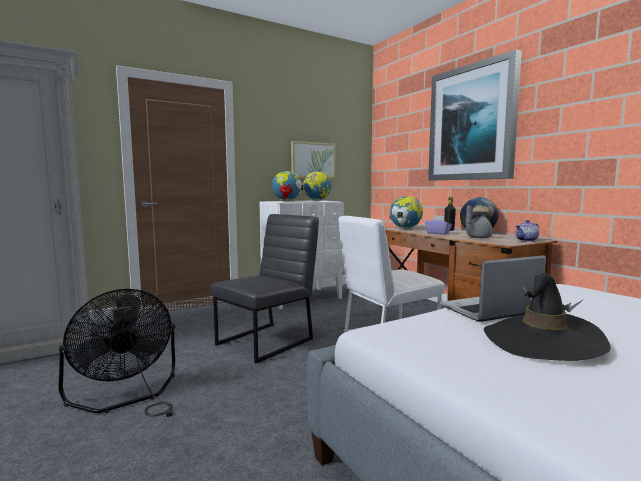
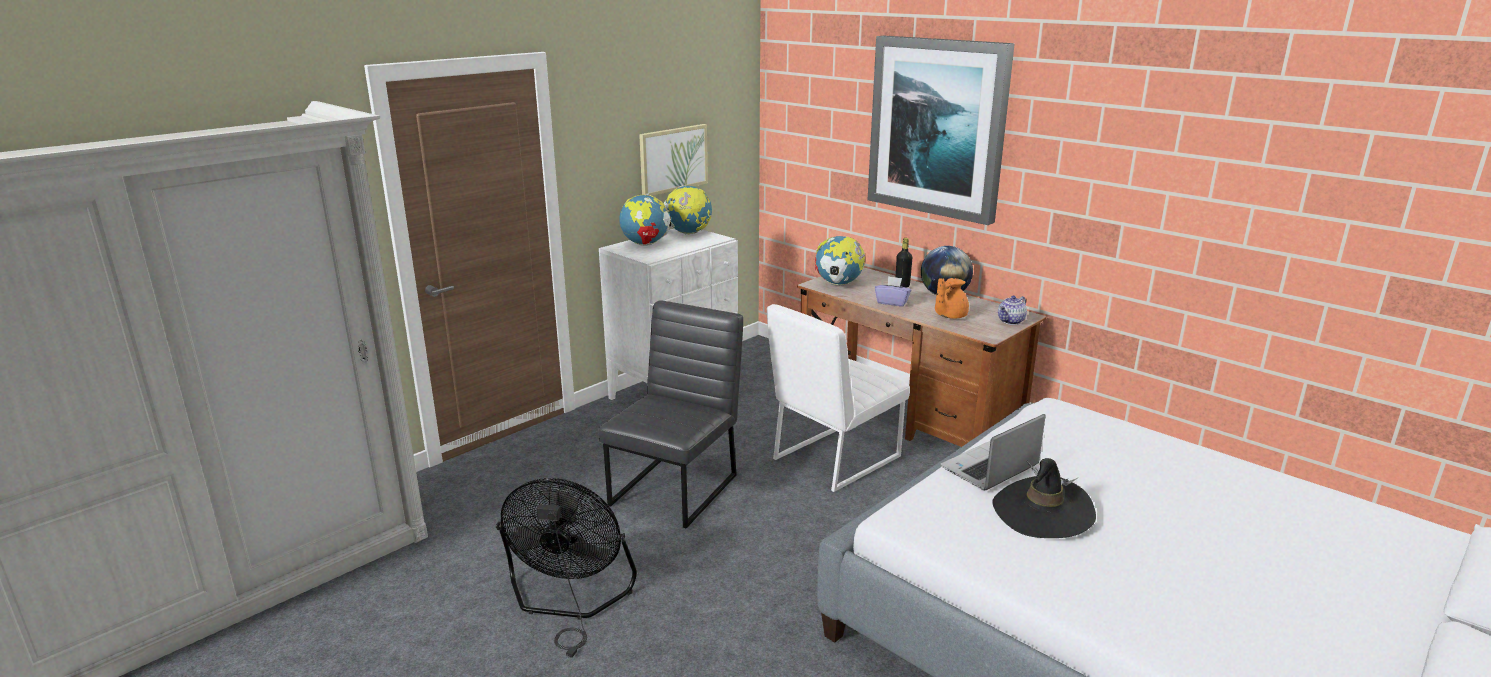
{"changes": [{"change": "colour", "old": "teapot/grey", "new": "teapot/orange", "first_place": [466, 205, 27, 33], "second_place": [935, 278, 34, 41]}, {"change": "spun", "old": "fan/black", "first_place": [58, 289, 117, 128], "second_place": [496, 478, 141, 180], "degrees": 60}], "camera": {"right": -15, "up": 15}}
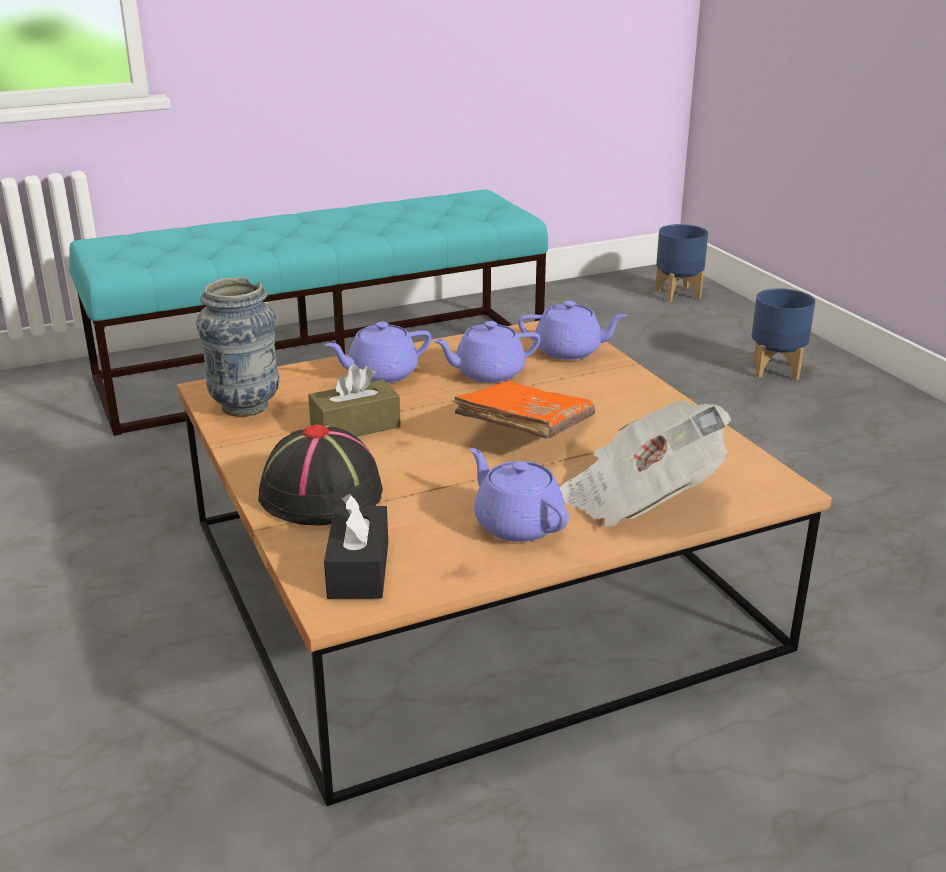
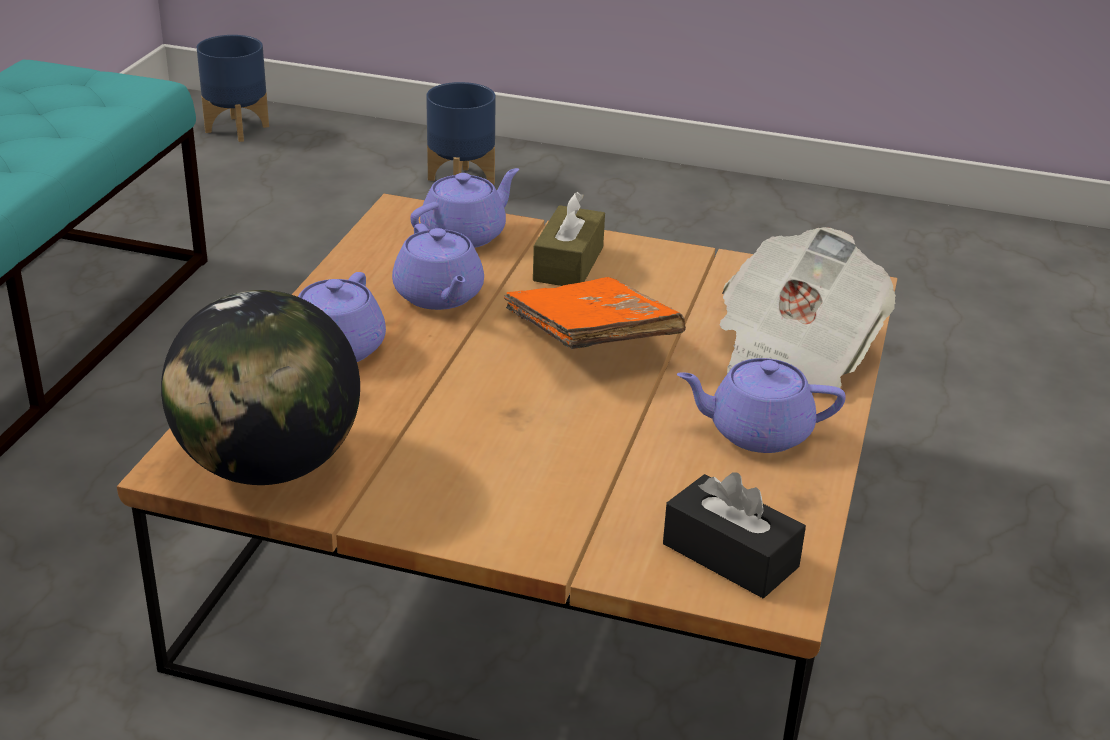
{"changes": [{"change": "missing", "old": "hat/black", "first_place": [258, 424, 125, 102]}, {"change": "relocated", "old": "box of tissues/brownish", "first_place": [308, 364, 93, 73], "second_place": [533, 192, 72, 94]}, {"change": "exchanged", "old": "flower vase", "new": "world globe", "first_place": [196, 277, 83, 140], "second_place": [161, 290, 199, 195]}, {"change": "spun", "old": "teapot/purple", "first_place": [432, 321, 108, 62], "second_place": [392, 223, 92, 87], "degrees": -45}], "camera": {"right": -50, "up": 5}}
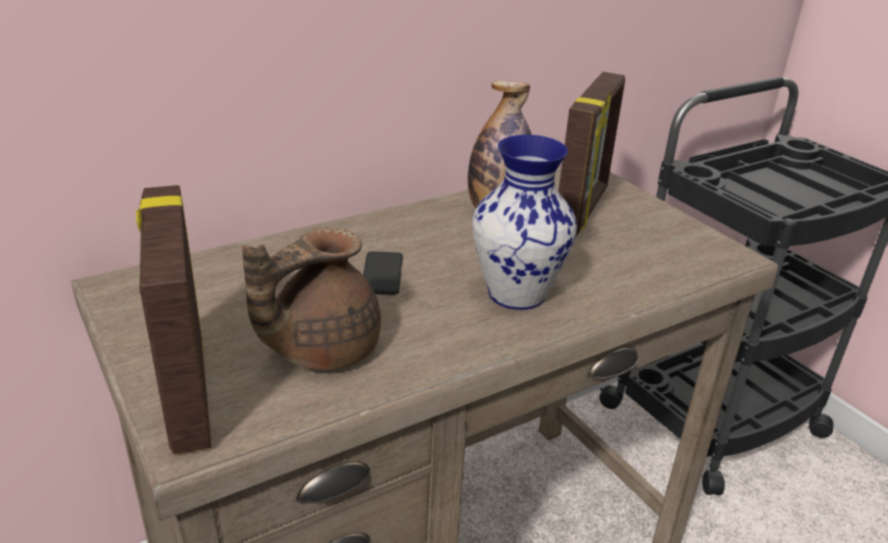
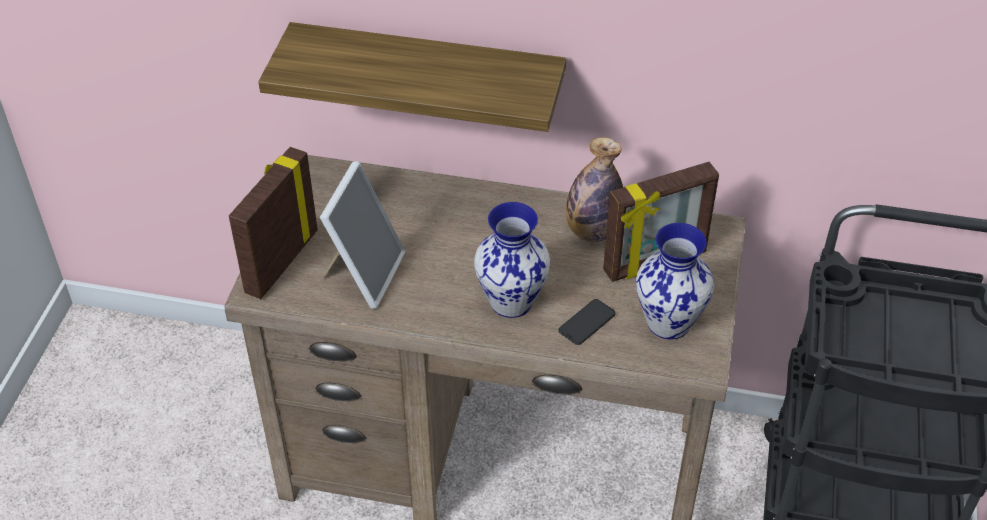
{"changes": [{"change": "appeared", "new": "bracket shelf", "second_place": [258, 22, 308, 110]}, {"change": "appeared", "new": "flower vase", "second_place": [636, 223, 78, 117]}, {"change": "relocated", "old": "phone", "first_place": [363, 251, 40, 44], "second_place": [558, 299, 58, 46]}, {"change": "exchanged", "old": "teapot/brownish", "new": "picture frame", "first_place": [242, 227, 139, 143], "second_place": [320, 161, 85, 148]}], "camera": {"right": 45, "up": 15}}
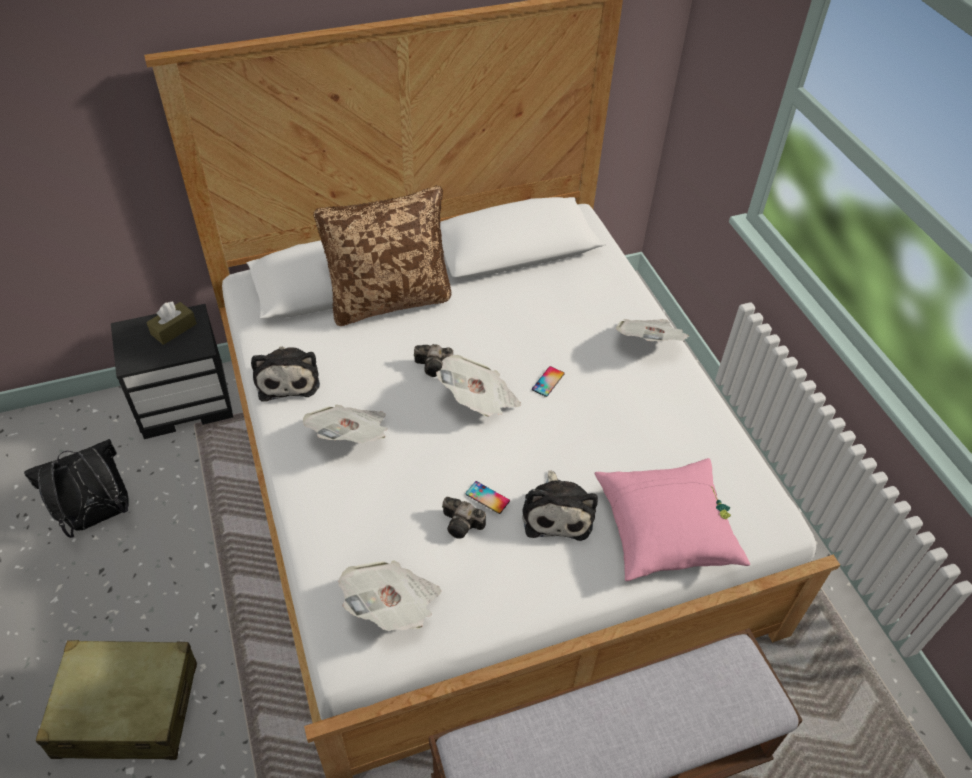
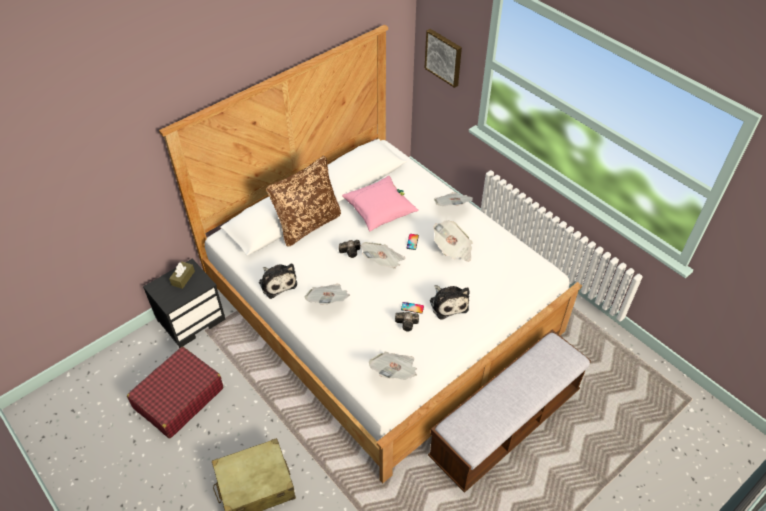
{"changes": [{"change": "appeared", "new": "wall picture", "second_place": [425, 29, 37, 59]}, {"change": "appeared", "new": "newspaper", "second_place": [433, 220, 40, 42]}, {"change": "relocated", "old": "cushion/pink", "first_place": [595, 458, 155, 123], "second_place": [342, 175, 77, 57]}, {"change": "exchanged", "old": "backpack/black", "new": "travel case/red", "first_place": [24, 439, 105, 99], "second_place": [127, 347, 96, 91]}], "camera": {"right": -20, "up": 0}}
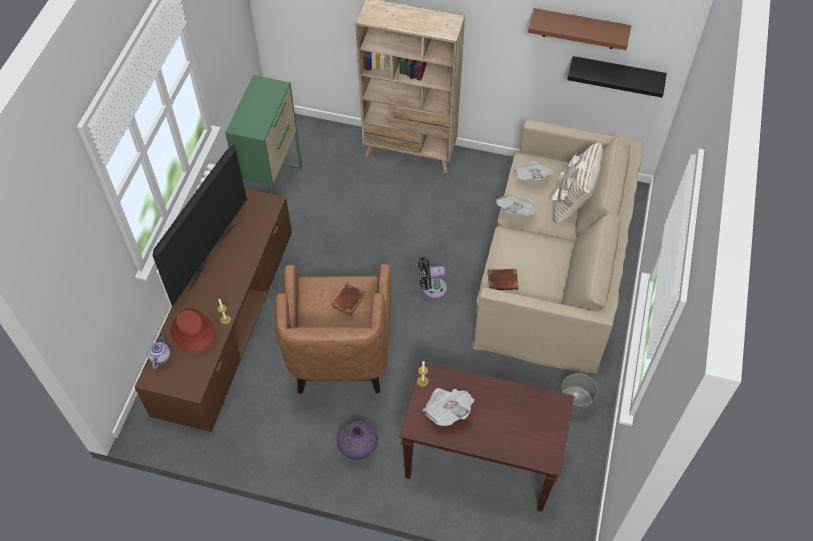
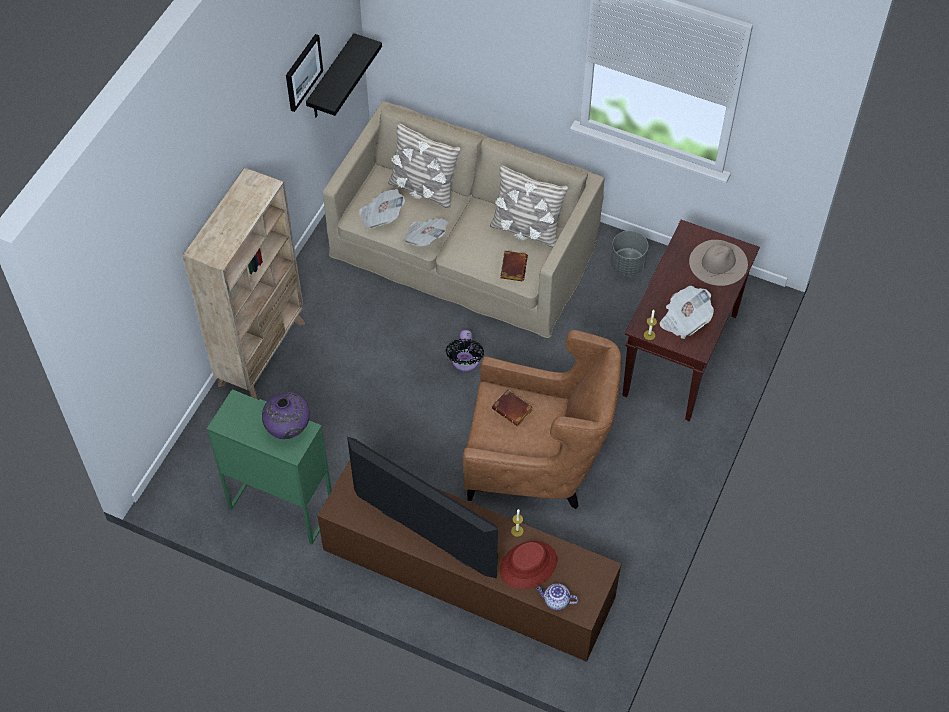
{"changes": [{"change": "appeared", "new": "cushion/beige", "second_place": [490, 165, 78, 83]}, {"change": "appeared", "new": "hat/beige", "second_place": [689, 240, 59, 46]}, {"change": "relocated", "old": "flower vase/purple", "first_place": [337, 421, 41, 39], "second_place": [262, 392, 48, 47]}, {"change": "exchanged", "old": "bracket shelf/brownish", "new": "wall picture", "first_place": [528, 8, 103, 42], "second_place": [286, 34, 37, 78]}], "camera": {"right": -80, "up": 0}}
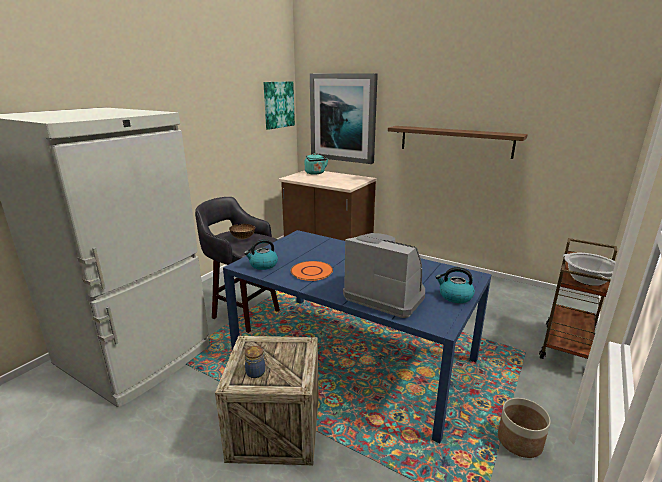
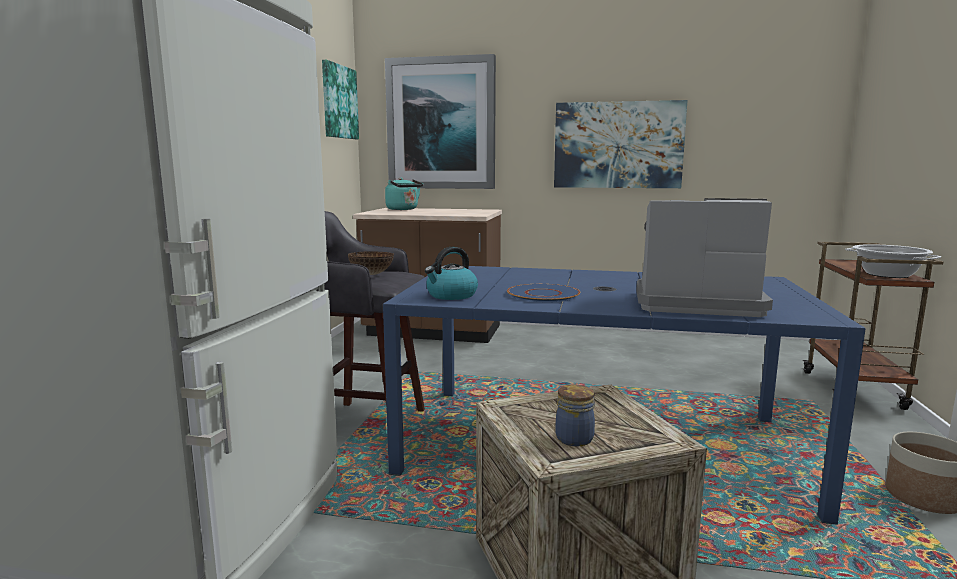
{"changes": [{"change": "missing", "old": "kettle", "first_place": [436, 267, 39, 36]}, {"change": "exchanged", "old": "bracket shelf/brownish", "new": "wall picture", "first_place": [388, 126, 140, 33], "second_place": [554, 100, 134, 88]}, {"change": "colour", "old": "flat dish/orange", "new": "flat dish/blue-coloured", "first_place": [291, 261, 42, 20], "second_place": [507, 284, 73, 18]}], "camera": {"right": -20, "up": -10}}
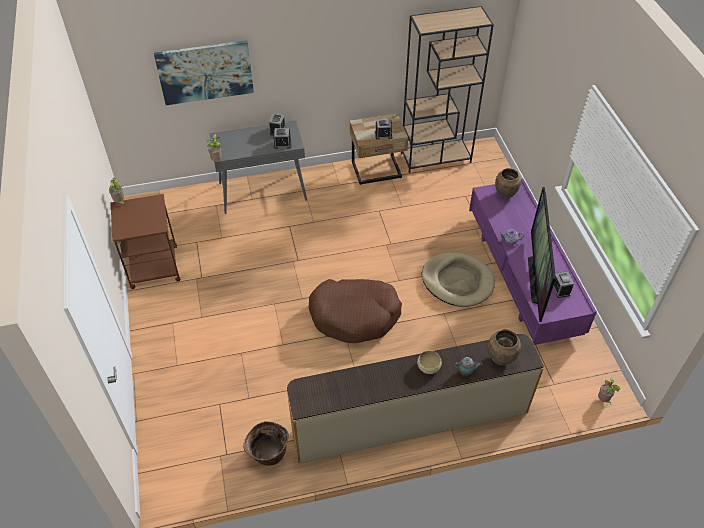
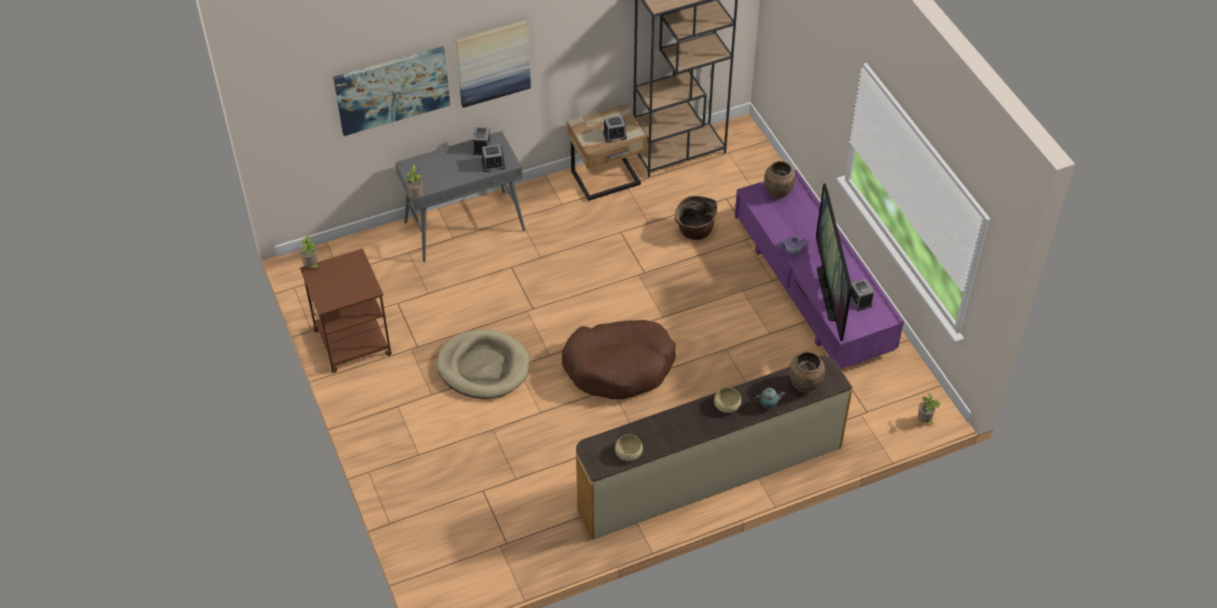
{"changes": [{"change": "appeared", "new": "wall picture", "second_place": [455, 20, 76, 88]}, {"change": "appeared", "new": "bowl/beige", "second_place": [615, 435, 28, 26]}, {"change": "relocated", "old": "storage basket", "first_place": [243, 421, 46, 45], "second_place": [675, 196, 42, 44]}, {"change": "relocated", "old": "dog cushion/beige", "first_place": [422, 252, 73, 55], "second_place": [436, 329, 93, 70]}], "camera": {"right": -10, "up": 0}}
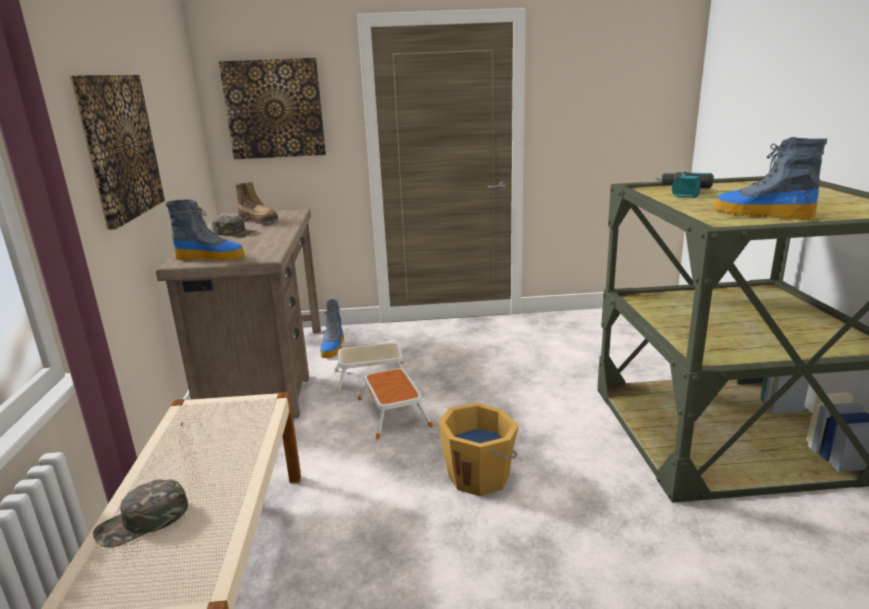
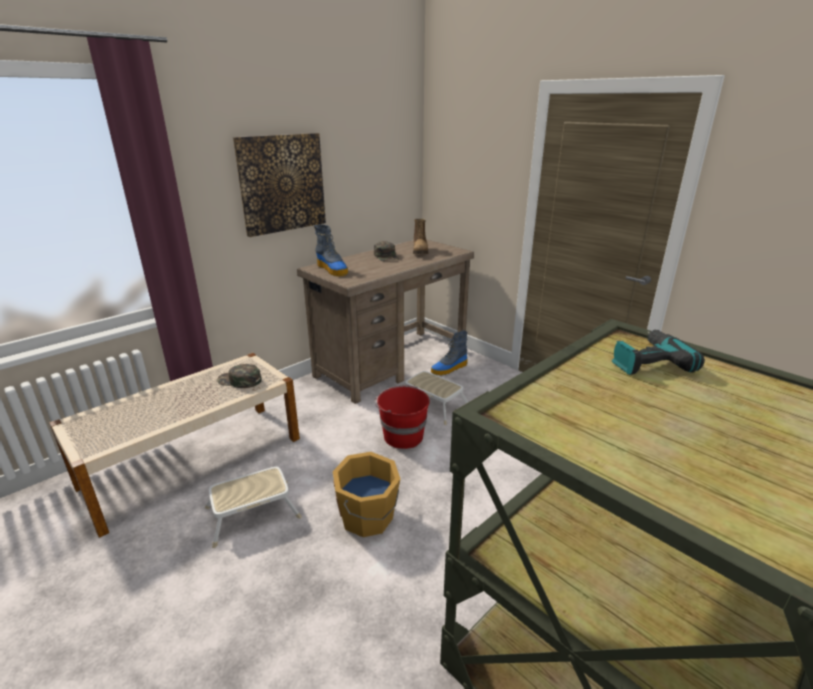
{"changes": [{"change": "missing", "old": "wall picture", "first_place": [219, 58, 107, 101]}, {"change": "missing", "old": "high-top boot", "first_place": [715, 137, 112, 83]}, {"change": "appeared", "new": "stepladder/beige", "second_place": [205, 467, 97, 81]}, {"change": "relocated", "old": "cap/green", "first_place": [93, 479, 95, 69], "second_place": [217, 364, 45, 24]}, {"change": "exchanged", "old": "stepladder/orange", "new": "bucket/red", "first_place": [357, 368, 77, 71], "second_place": [375, 386, 55, 63]}], "camera": {"right": 50, "up": 5}}
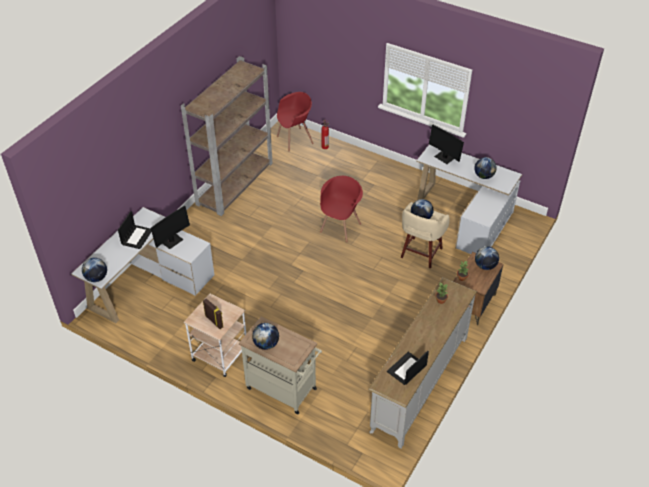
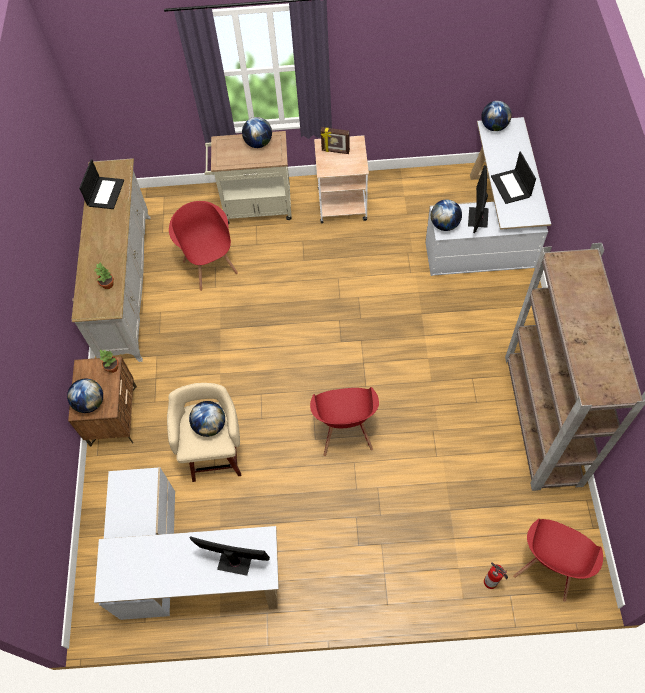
{"changes": [{"change": "appeared", "new": "chair/red", "second_place": [169, 201, 69, 90]}, {"change": "relocated", "old": "world globe", "first_place": [474, 157, 23, 22], "second_place": [431, 199, 31, 32]}], "camera": {"right": 150, "up": 15}}
